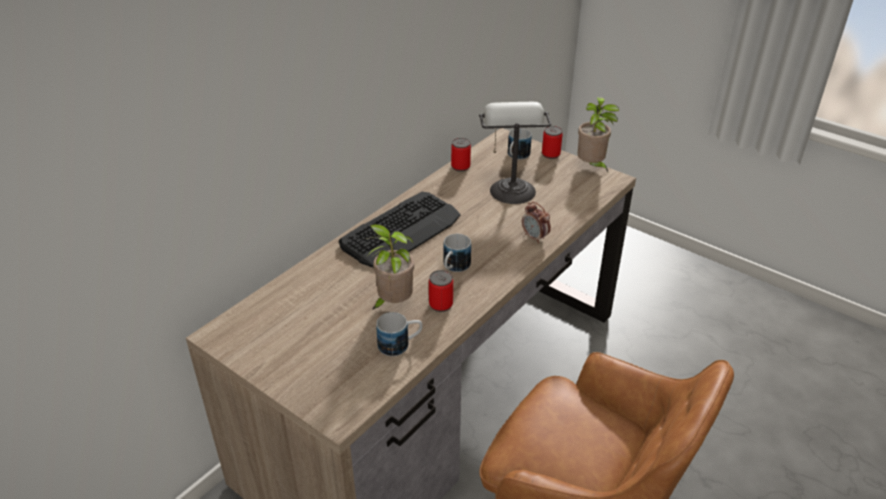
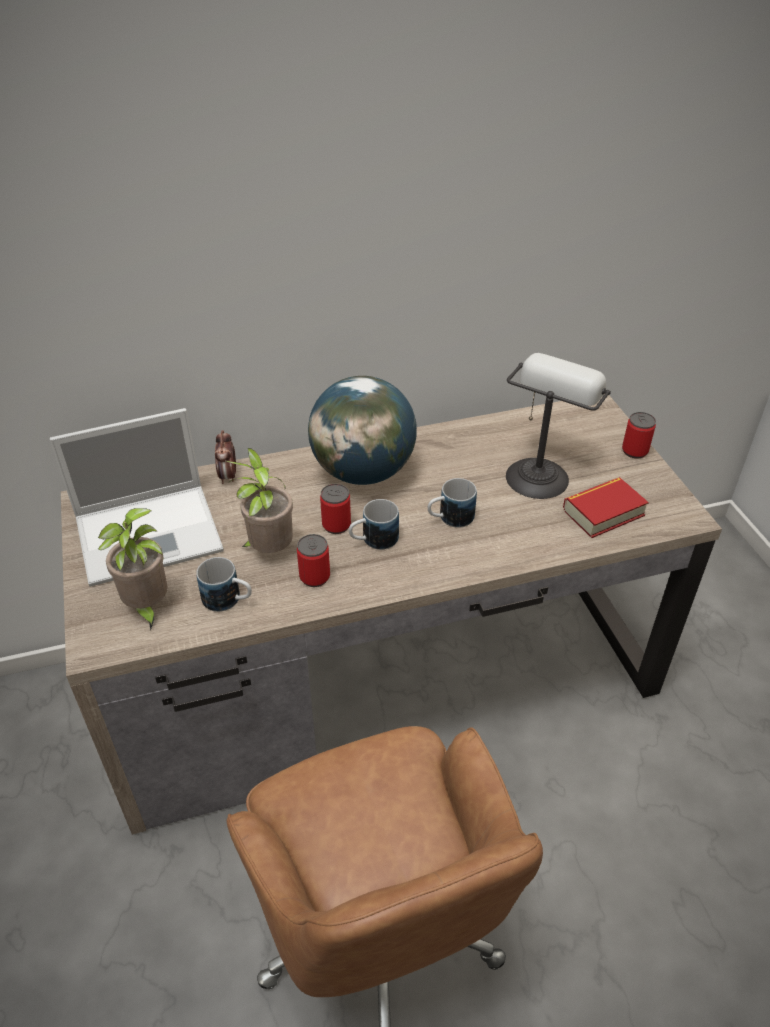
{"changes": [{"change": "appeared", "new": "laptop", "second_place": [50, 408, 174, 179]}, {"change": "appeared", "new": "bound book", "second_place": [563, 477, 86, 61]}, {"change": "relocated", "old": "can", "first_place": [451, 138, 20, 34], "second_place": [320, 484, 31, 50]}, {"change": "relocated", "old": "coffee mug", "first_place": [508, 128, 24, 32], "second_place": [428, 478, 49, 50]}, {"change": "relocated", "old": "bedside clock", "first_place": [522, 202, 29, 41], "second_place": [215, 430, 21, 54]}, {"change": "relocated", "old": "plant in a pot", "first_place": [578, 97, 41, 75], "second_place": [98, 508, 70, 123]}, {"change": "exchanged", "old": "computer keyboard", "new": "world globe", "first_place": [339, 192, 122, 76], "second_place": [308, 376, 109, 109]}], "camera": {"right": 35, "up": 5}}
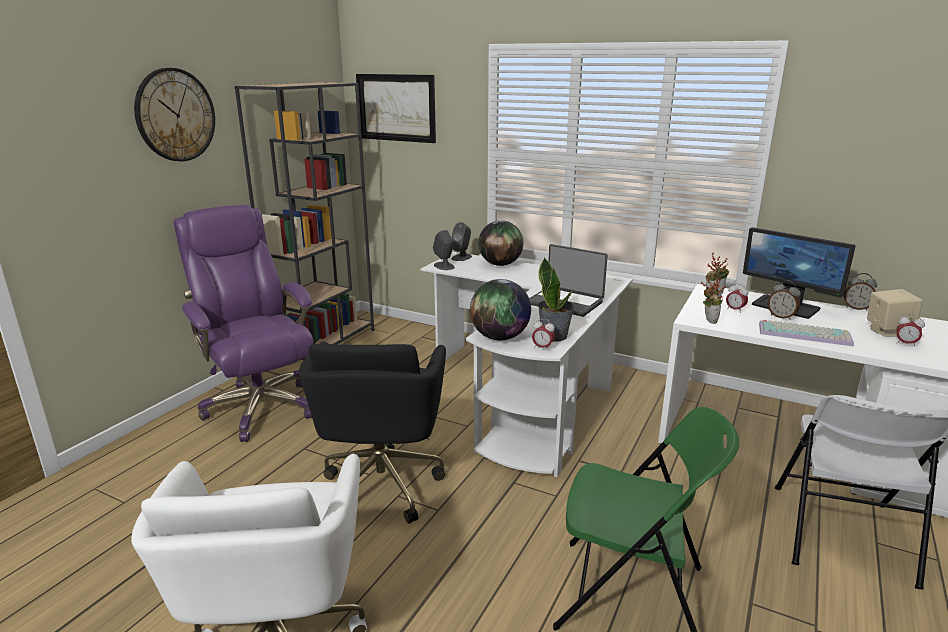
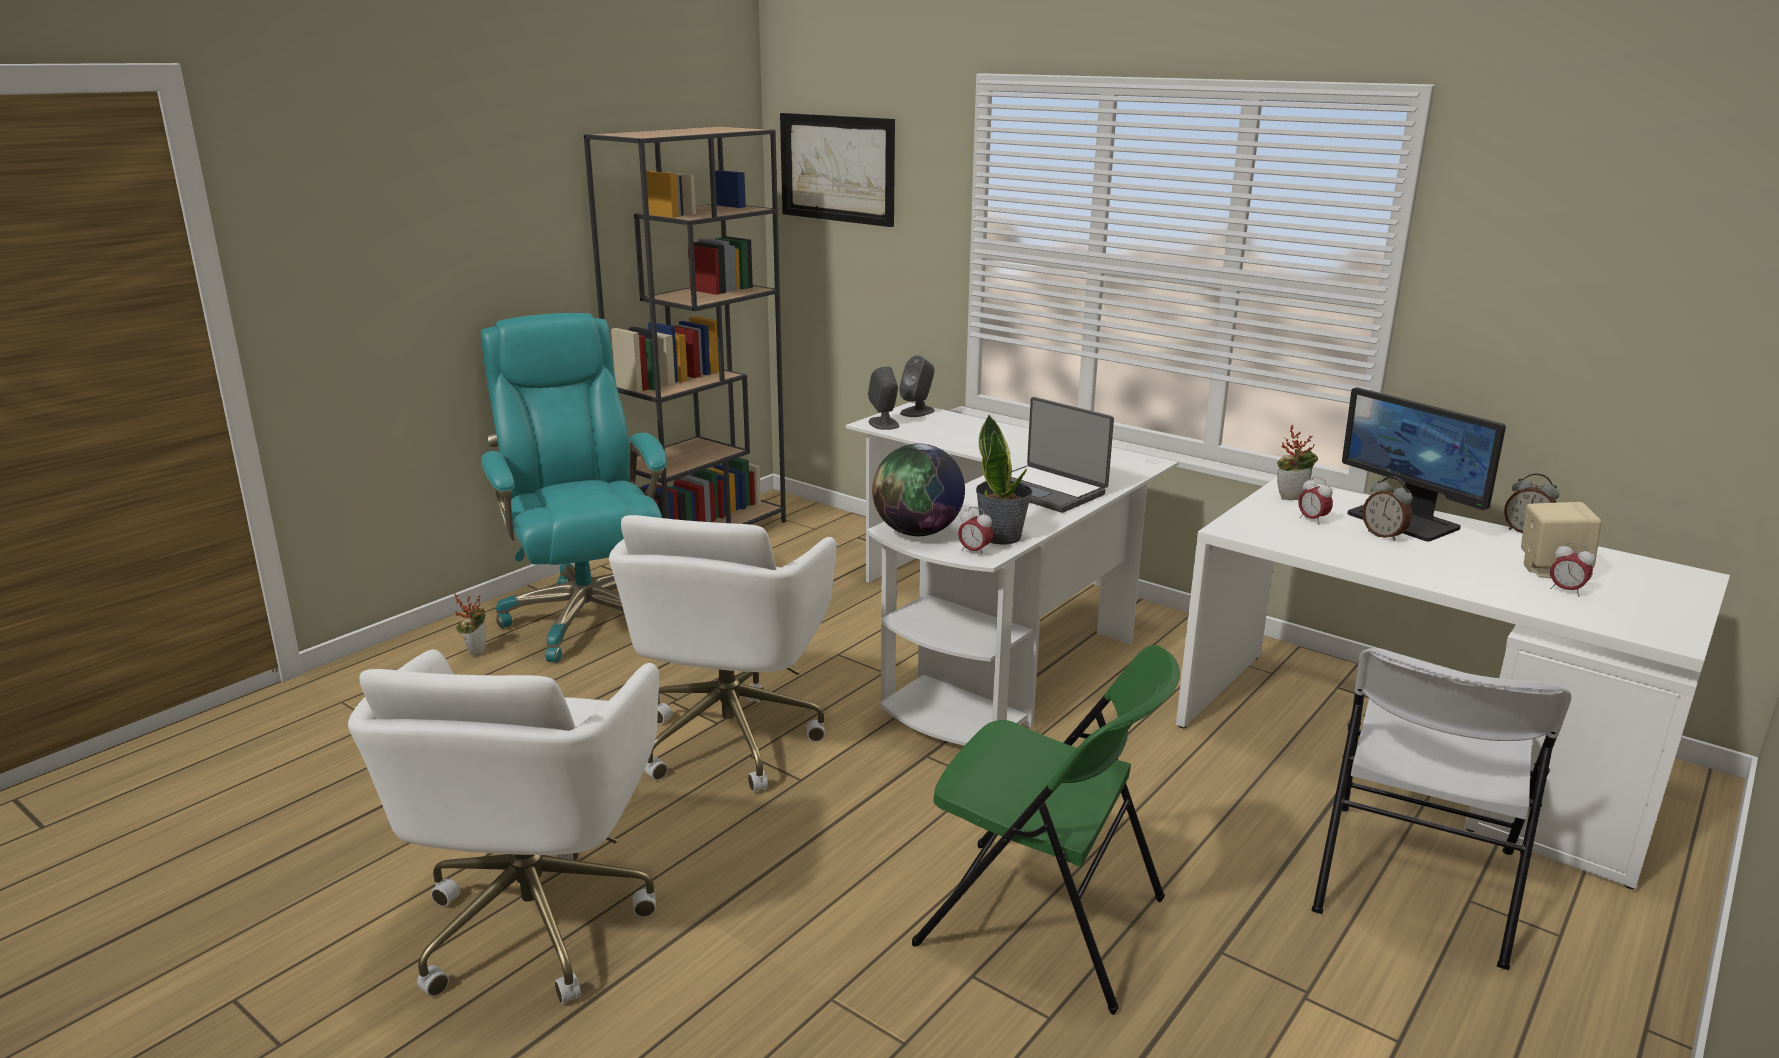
{"changes": [{"change": "missing", "old": "wall clock", "first_place": [134, 68, 81, 93]}, {"change": "missing", "old": "world globe", "first_place": [478, 220, 45, 46]}, {"change": "missing", "old": "computer keyboard", "first_place": [759, 320, 95, 26]}, {"change": "relocated", "old": "plant in a pot", "first_place": [701, 276, 25, 48], "second_place": [454, 593, 32, 64]}, {"change": "colour", "old": "office chair/purple", "new": "office chair/blue-green", "first_place": [174, 205, 140, 237], "second_place": [481, 313, 186, 350]}, {"change": "colour", "old": "office chair/black", "new": "office chair/white-coloured", "first_place": [299, 342, 147, 182], "second_place": [609, 515, 228, 277]}], "camera": {"right": 10, "up": 0}}
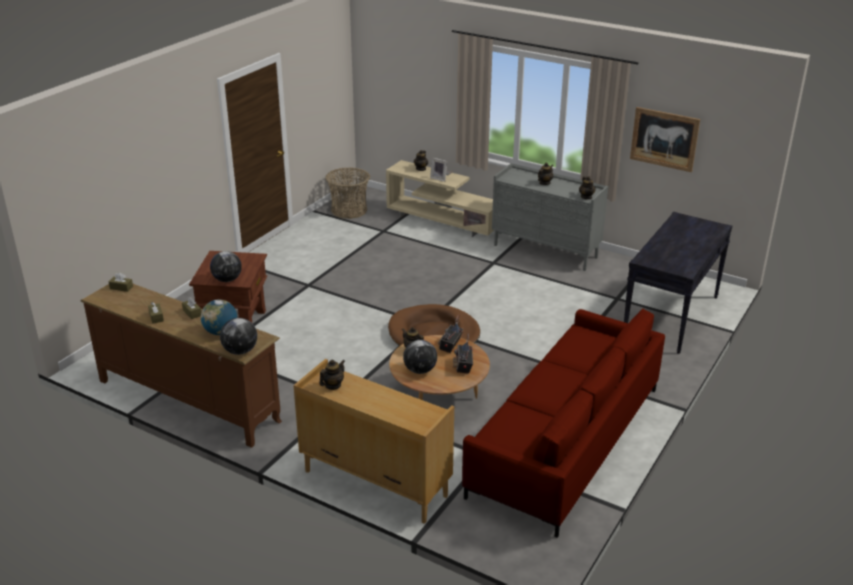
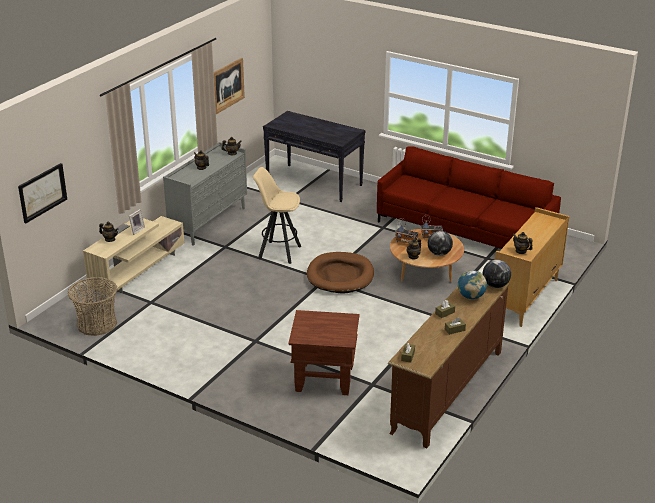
{"changes": [{"change": "missing", "old": "world globe", "first_place": [210, 251, 32, 31]}, {"change": "appeared", "new": "wall picture", "second_place": [18, 163, 49, 60]}, {"change": "appeared", "new": "stool seat/beige", "second_place": [253, 167, 48, 97]}], "camera": {"right": -90, "up": 0}}
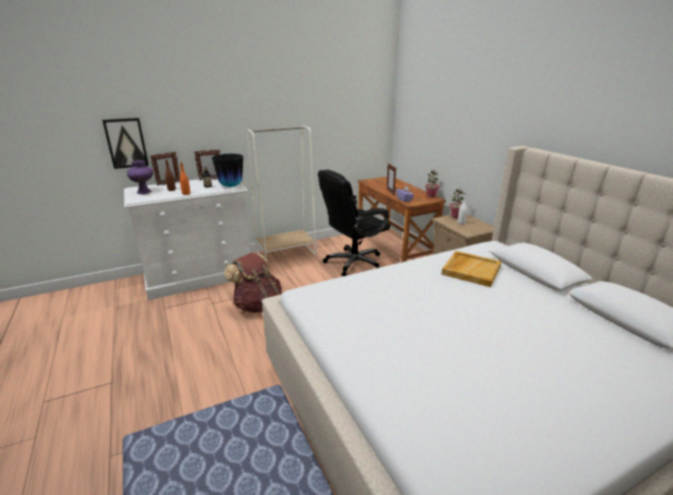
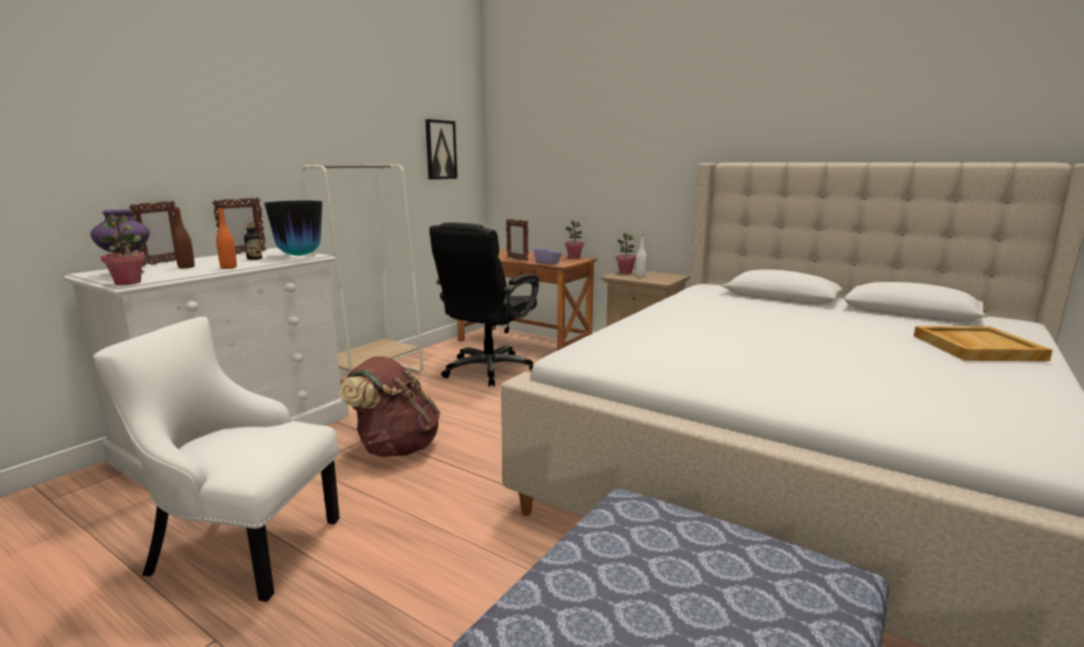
{"changes": [{"change": "appeared", "new": "chair/white-coloured", "second_place": [93, 317, 247, 285]}, {"change": "appeared", "new": "plant in a pot", "second_place": [100, 215, 45, 70]}, {"change": "relocated", "old": "wall picture", "first_place": [102, 118, 47, 51], "second_place": [425, 119, 32, 60]}, {"change": "relocated", "old": "serving tray/beige", "first_place": [441, 251, 61, 36], "second_place": [914, 326, 139, 35]}], "camera": {"right": -30, "up": -10}}
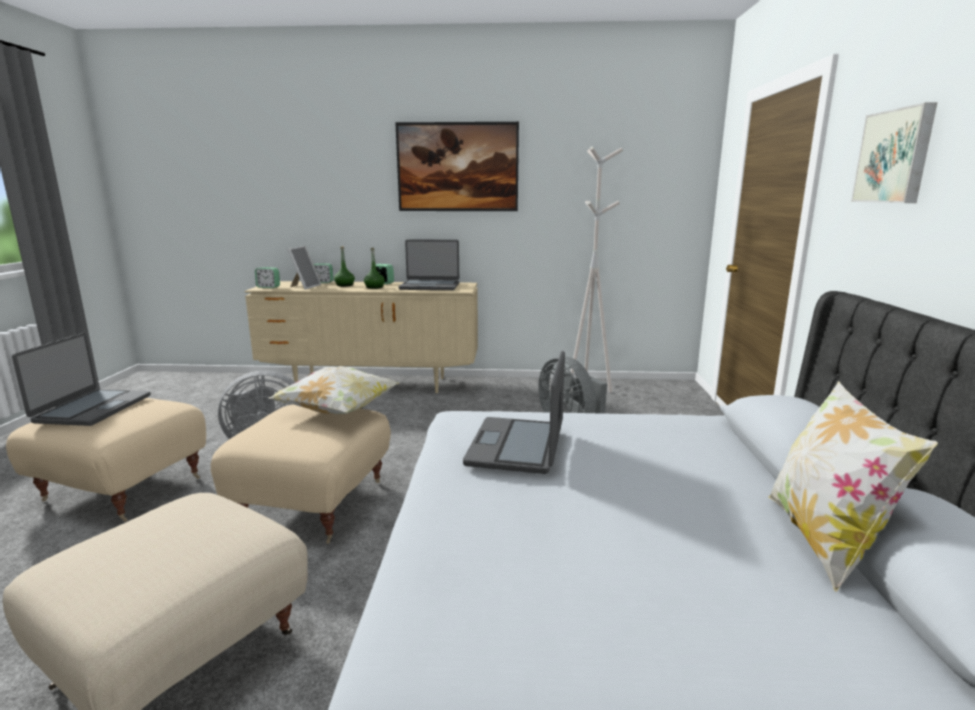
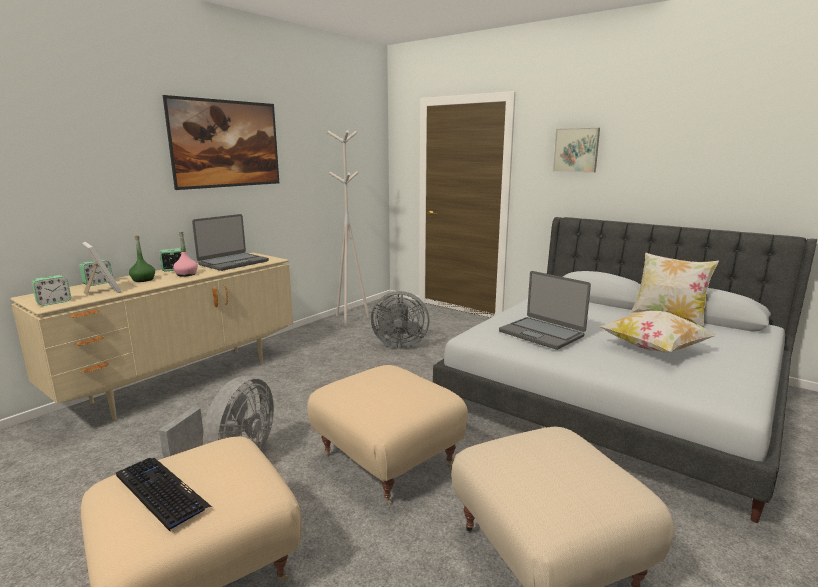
{"changes": [{"change": "relocated", "old": "cushion", "first_place": [269, 366, 130, 48], "second_place": [599, 311, 117, 42]}, {"change": "exchanged", "old": "laptop", "new": "computer keyboard", "first_place": [12, 333, 139, 93], "second_place": [116, 457, 96, 74]}, {"change": "colour", "old": "beverage bottle/green", "new": "beverage bottle/pink", "first_place": [364, 248, 21, 41], "second_place": [173, 232, 25, 45]}], "camera": {"right": -55, "up": 0}}
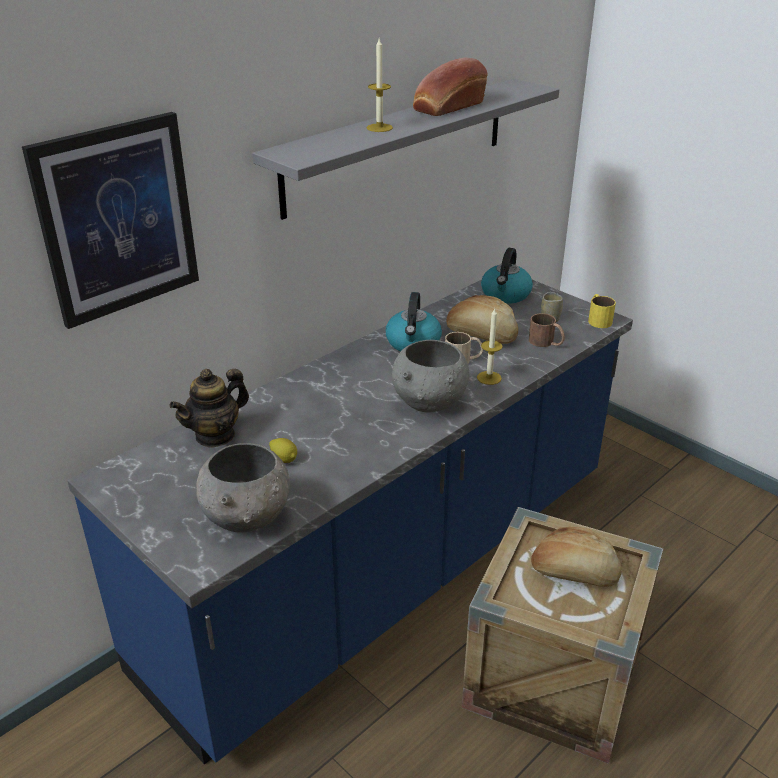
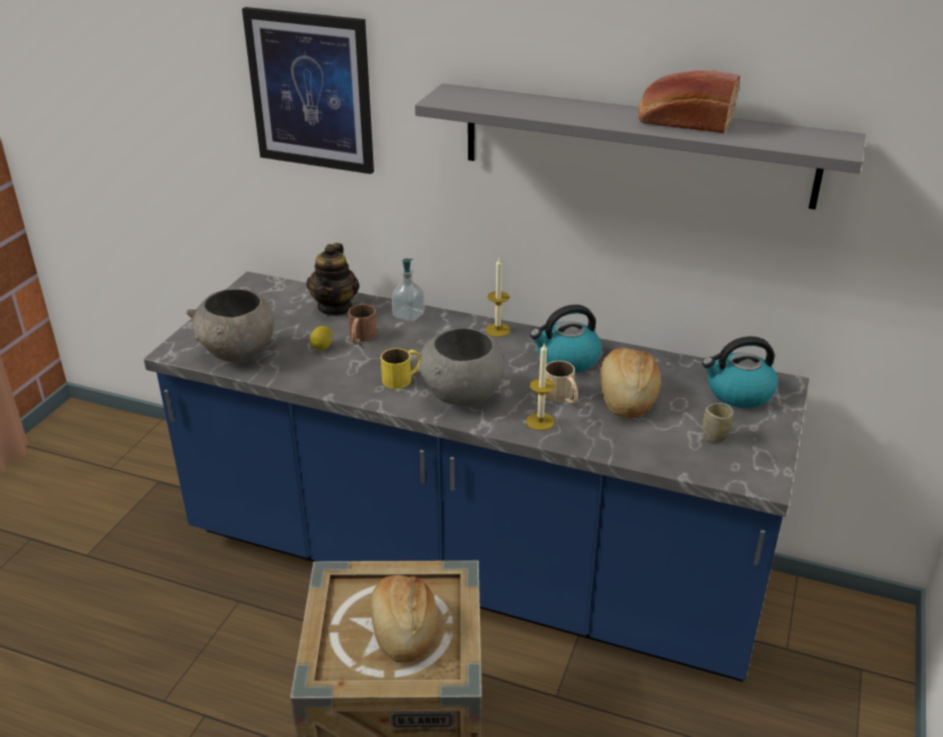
{"changes": [{"change": "appeared", "new": "liquid soap bottle", "second_place": [392, 258, 33, 64]}, {"change": "relocated", "old": "wax candle", "first_place": [367, 39, 26, 93], "second_place": [485, 258, 26, 79]}, {"change": "relocated", "old": "coffee mug/brownish", "first_place": [529, 313, 36, 34], "second_place": [348, 304, 29, 40]}, {"change": "relocated", "old": "coffee mug/yellow-coloured", "first_place": [588, 294, 28, 34], "second_place": [381, 348, 40, 41]}, {"change": "spun", "old": "teapot", "first_place": [169, 369, 80, 79], "second_place": [307, 243, 52, 73], "degrees": -105}], "camera": {"right": 65, "up": 0}}
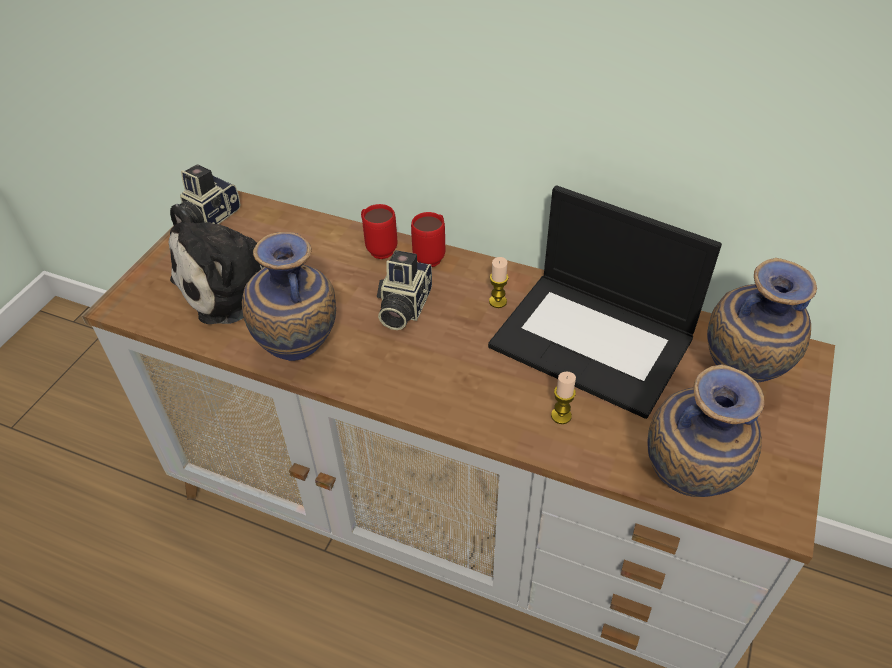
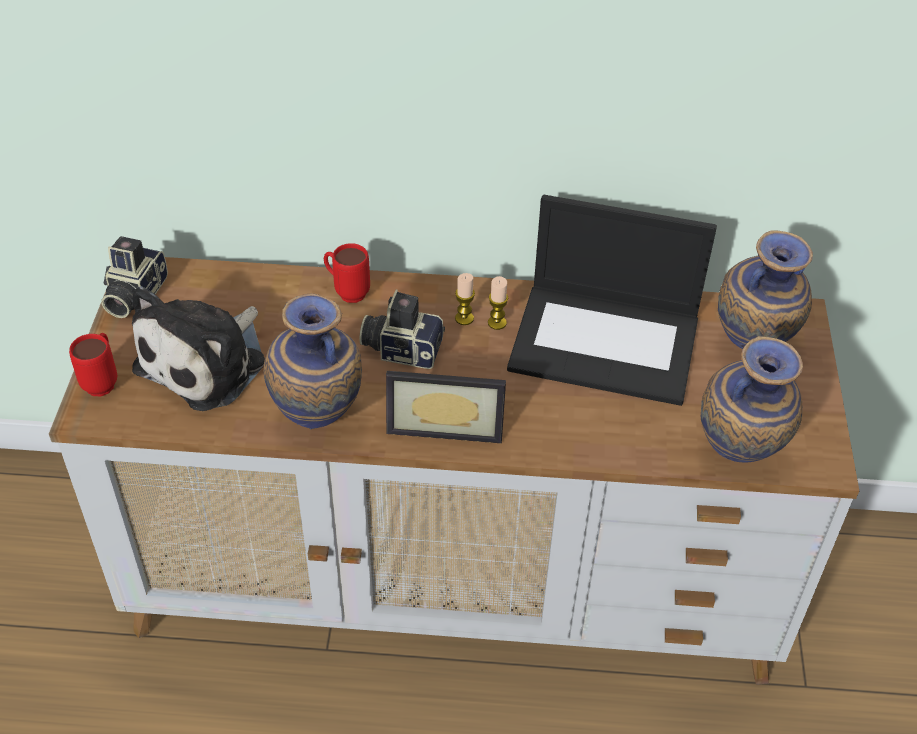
{"changes": [{"change": "appeared", "new": "picture frame", "second_place": [386, 371, 120, 72]}, {"change": "relocated", "old": "coffee mug/red", "first_place": [411, 212, 34, 55], "second_place": [69, 333, 48, 63]}, {"change": "relocated", "old": "wax candle", "first_place": [551, 372, 25, 52], "second_place": [455, 273, 20, 52]}, {"change": "spun", "old": "photo camera", "first_place": [377, 250, 55, 80], "second_place": [359, 289, 86, 80], "degrees": 105}], "camera": {"right": -20, "up": 0}}
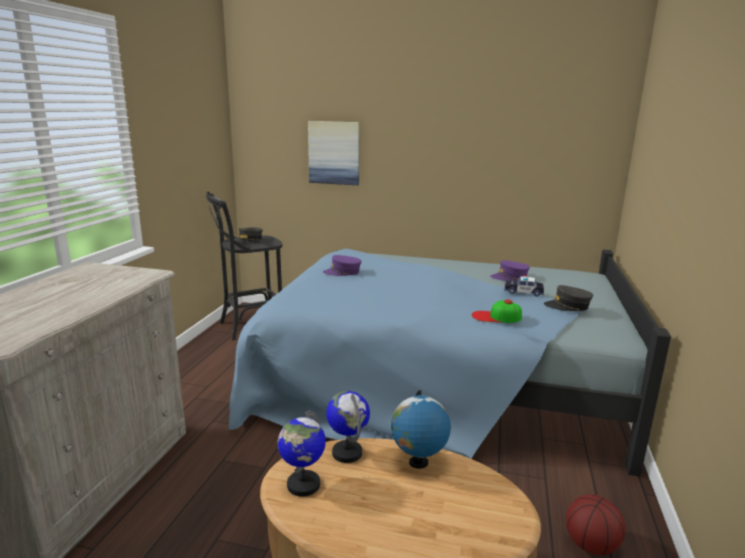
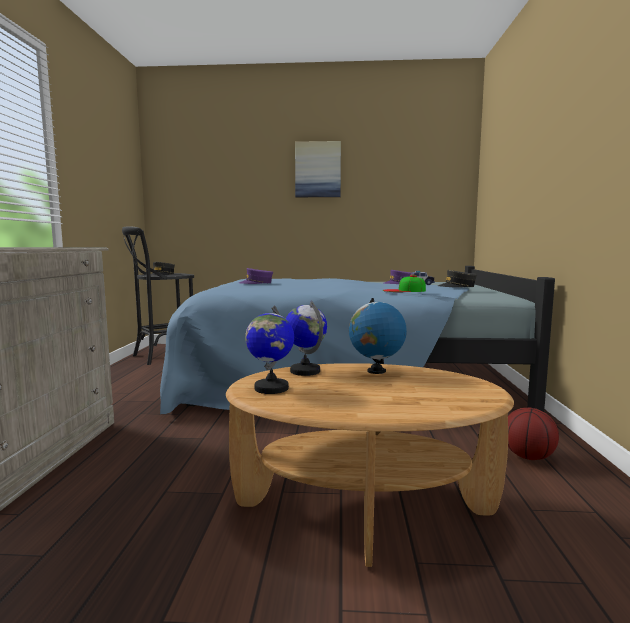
{"changes": [{"change": "relocated", "old": "wall picture", "first_place": [308, 121, 52, 64], "second_place": [295, 141, 46, 56]}], "camera": {"right": -10, "up": -10}}
